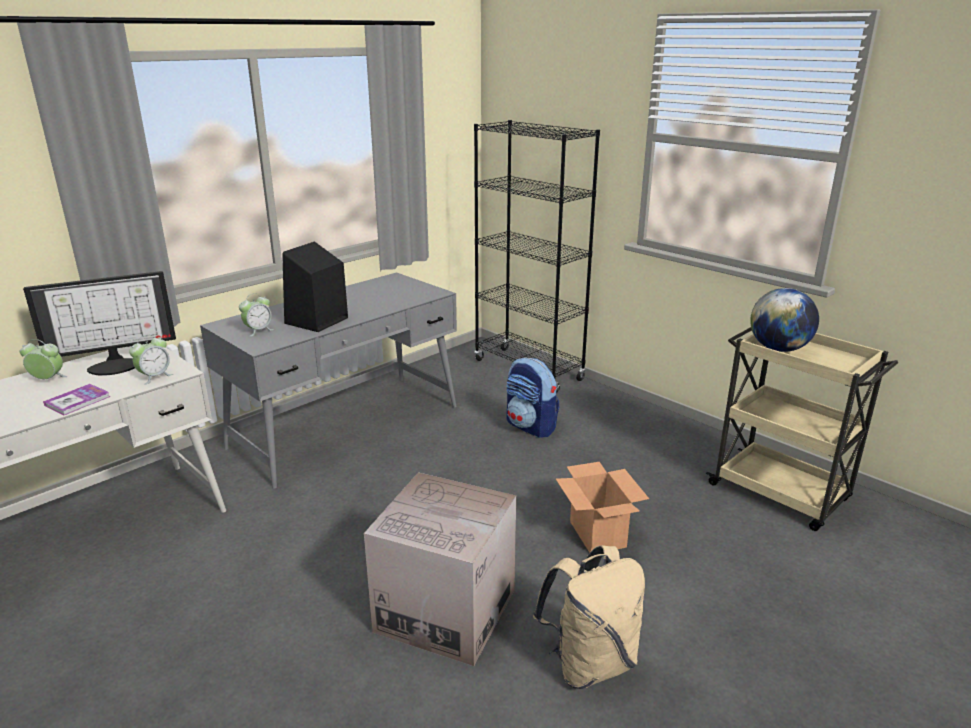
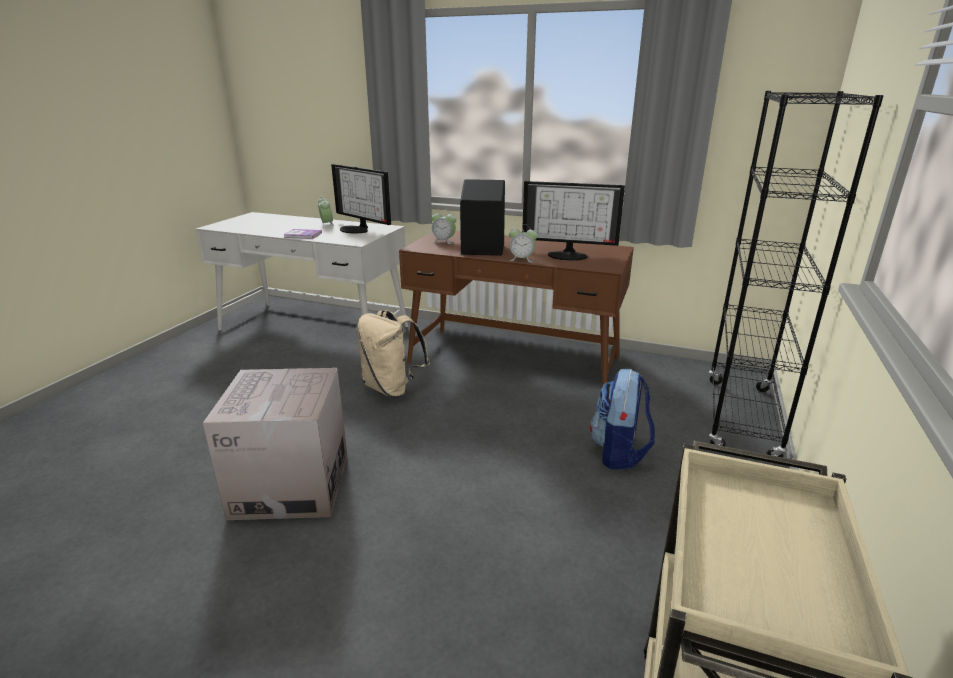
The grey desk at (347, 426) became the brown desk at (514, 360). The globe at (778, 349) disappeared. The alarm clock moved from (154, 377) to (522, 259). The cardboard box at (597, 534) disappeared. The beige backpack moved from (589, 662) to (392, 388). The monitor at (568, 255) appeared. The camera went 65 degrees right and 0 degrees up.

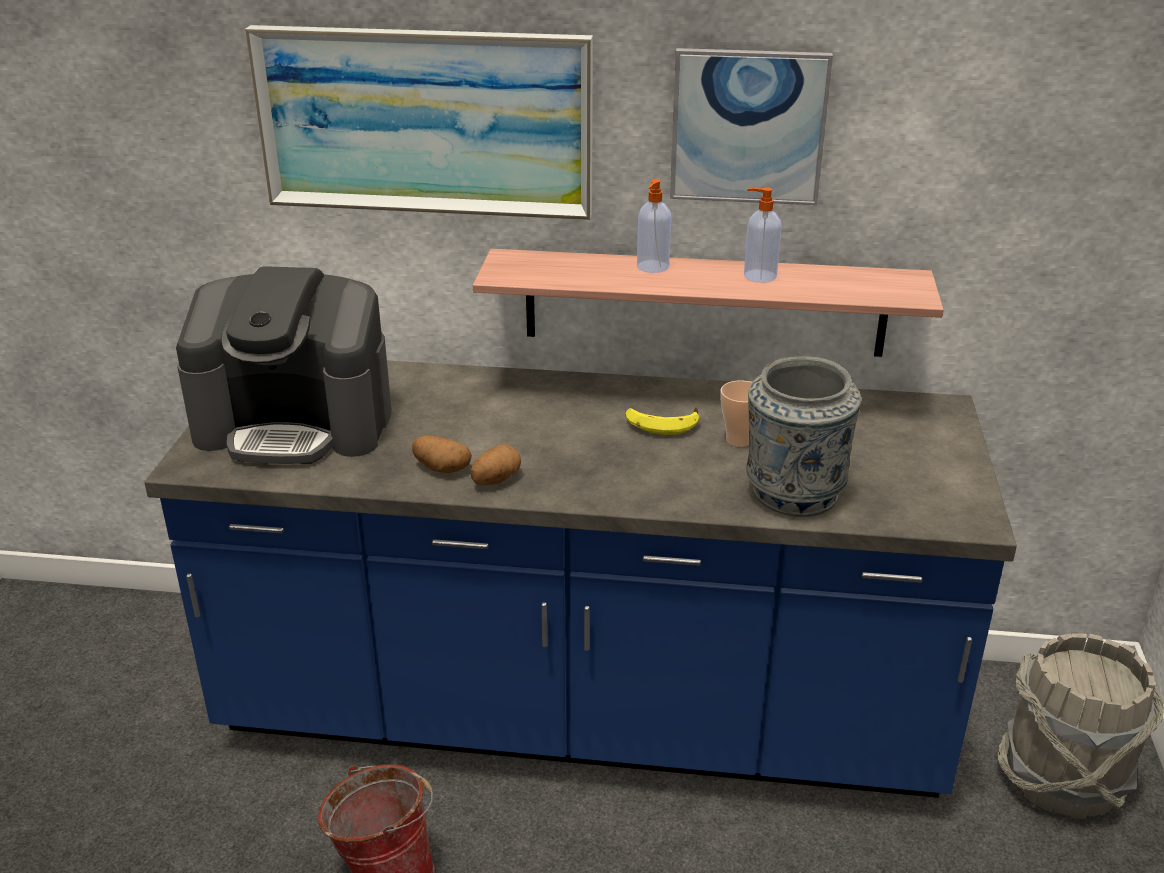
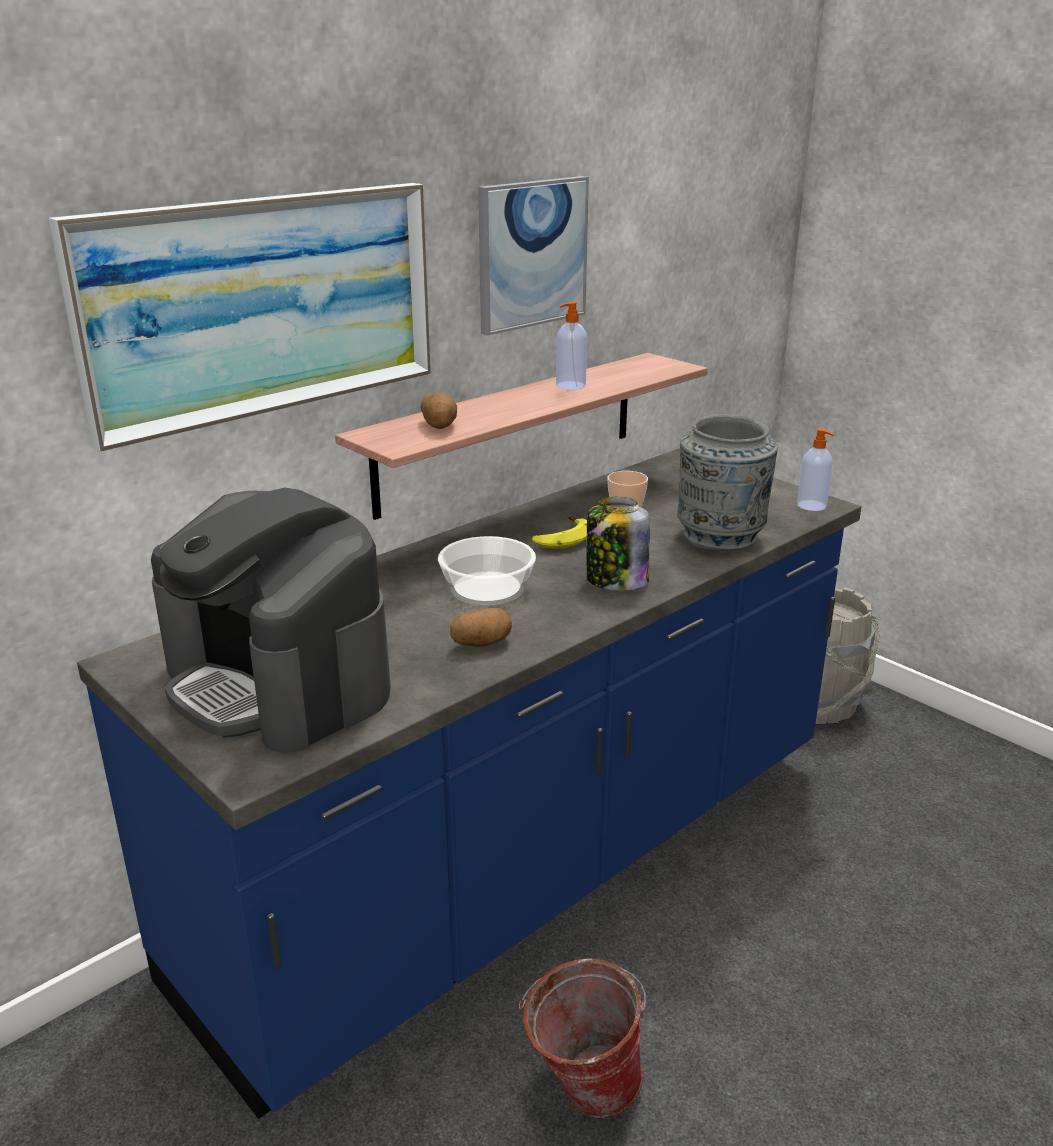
The soap dispenser moved from (652, 267) to (812, 506). The coffee machine at (296, 423) turned 90 degrees clockwise. The potato moved from (495, 480) to (440, 426). The jar at (615, 581) appeared. The bowl at (487, 588) appeared. The camera went 50 degrees left and 5 degrees down.

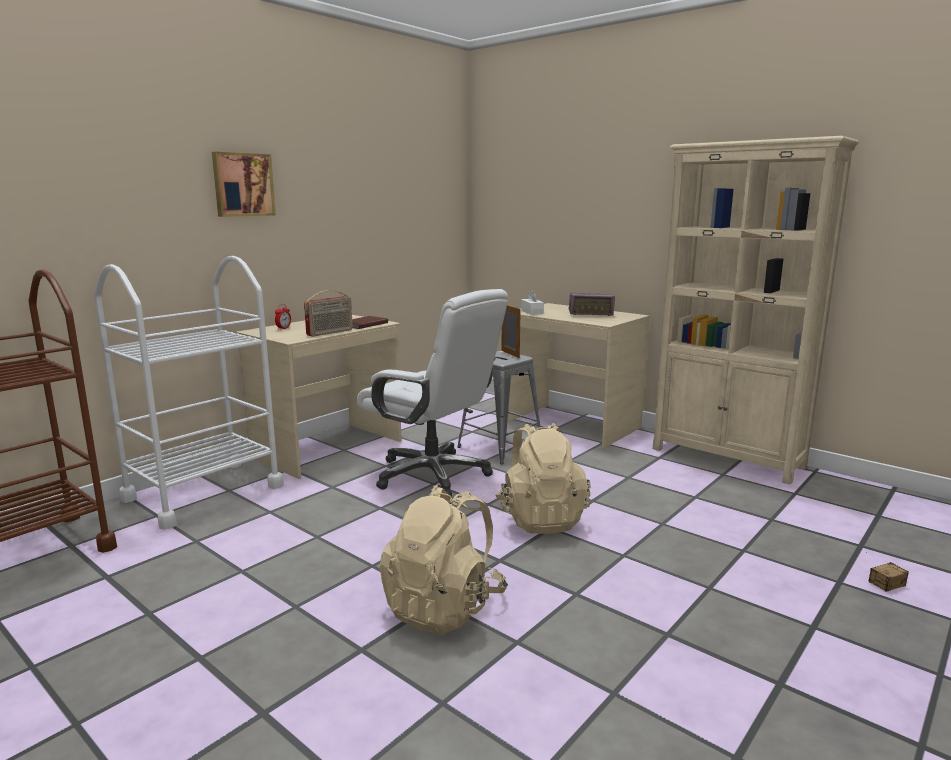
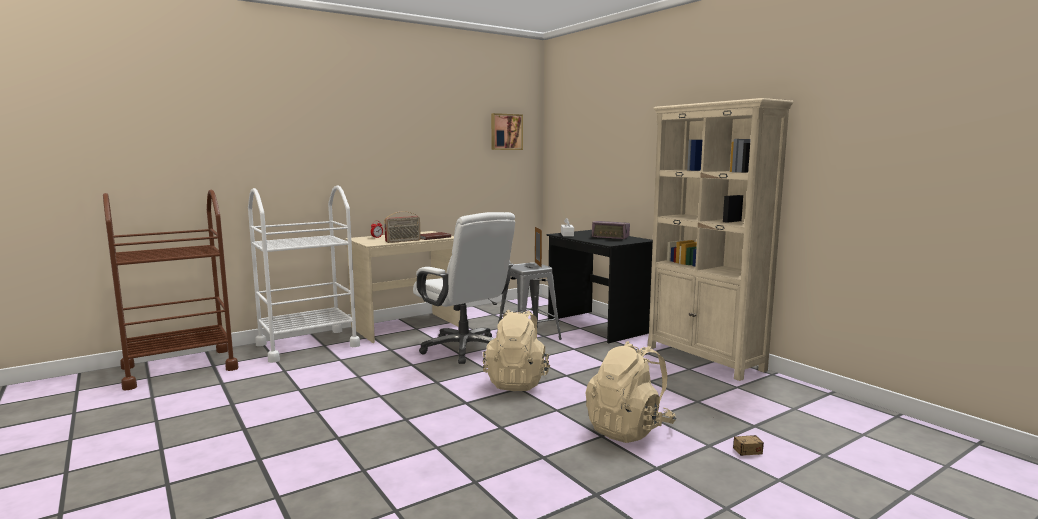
The picture moved from (243, 185) to (506, 132). The beige desk at (571, 424) became the black desk at (597, 326). The beige backpack moved from (444, 607) to (629, 429). The camera went 15 degrees right and 5 degrees down.

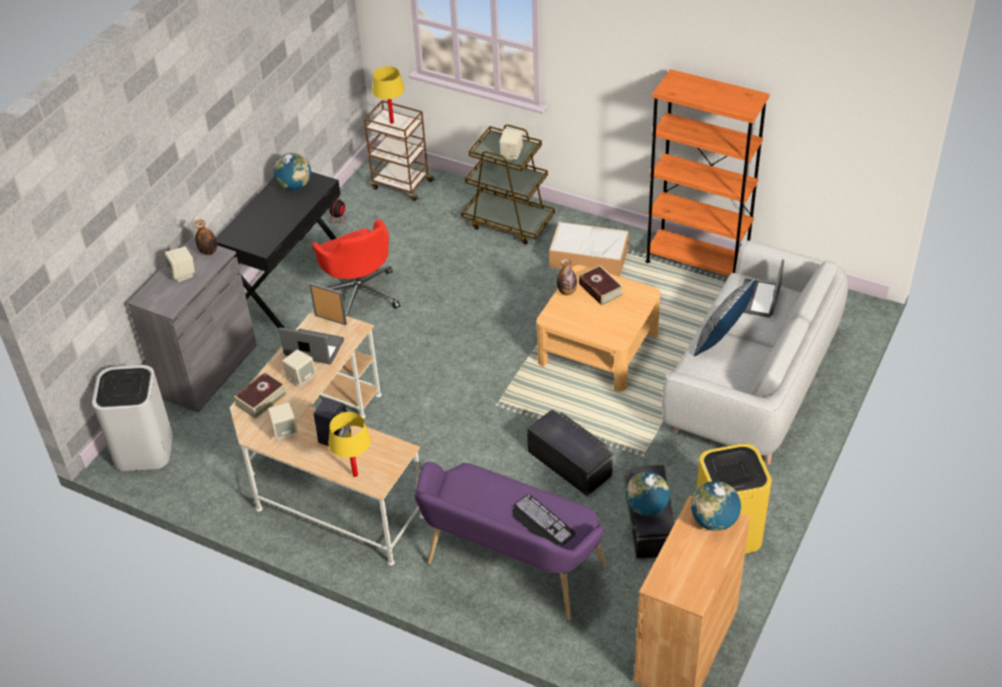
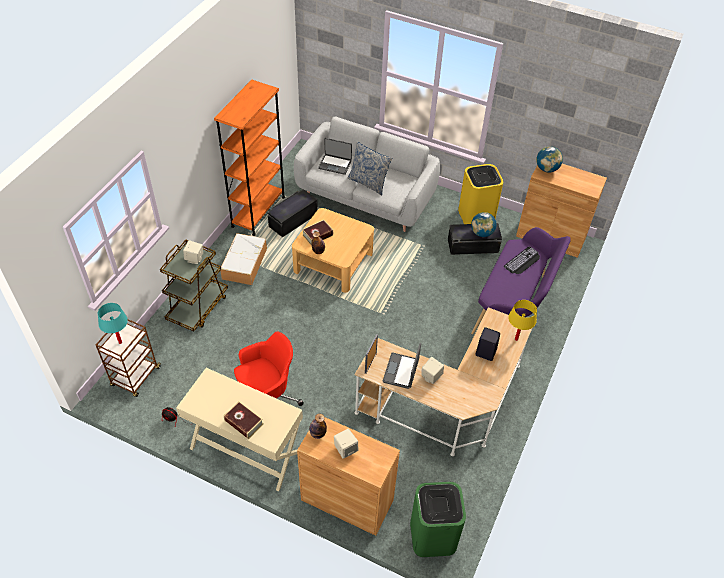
The yellow table lamp at (392, 122) became the turquoise table lamp at (120, 342). The globe at (294, 186) disappeared. The black desk at (289, 281) became the beige desk at (246, 450). The grey cabinet at (207, 370) became the brown cabinet at (347, 500). The white trash can at (143, 449) became the green trash can at (432, 535). The book moved from (261, 399) to (244, 422). The beige speaker at (285, 431) disappeared. The black storage box moved from (570, 463) to (292, 220). The camera went 95 degrees left and 5 degrees up.

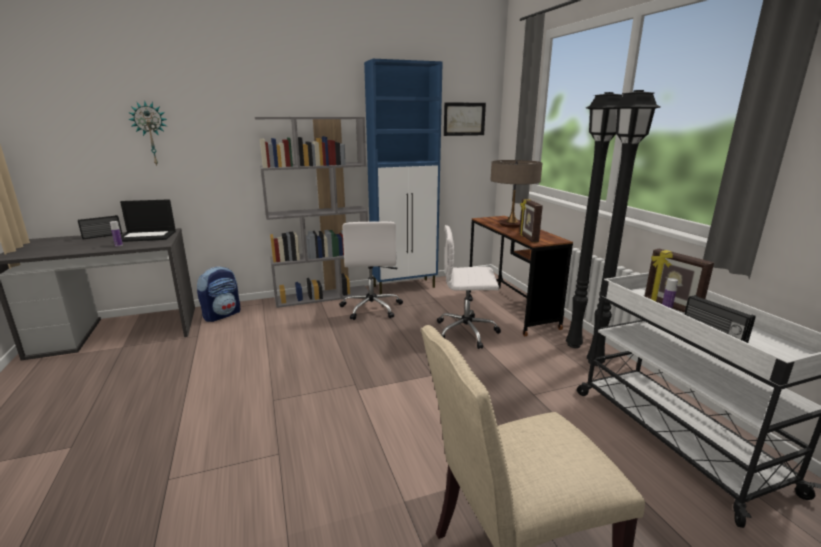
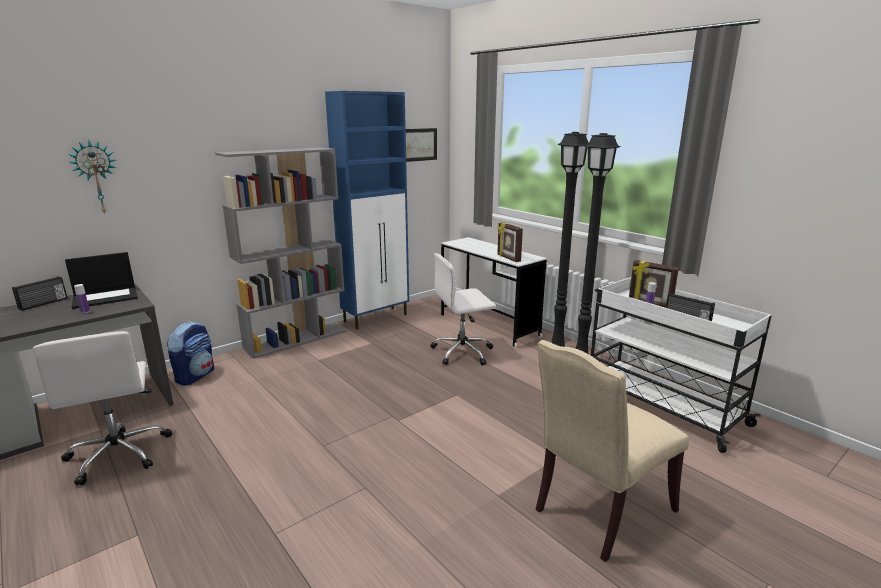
The table lamp at (511, 225) disappeared. The brown desk at (510, 309) became the white desk at (488, 325). The white office chair moved from (371, 308) to (119, 453). The camera went 20 degrees left and 0 degrees up.

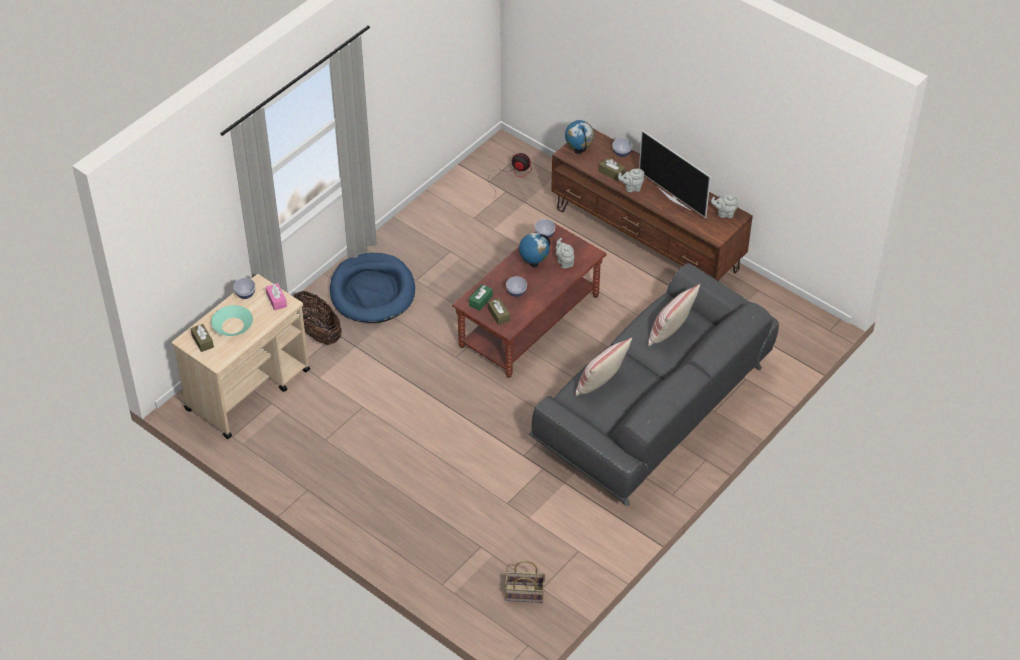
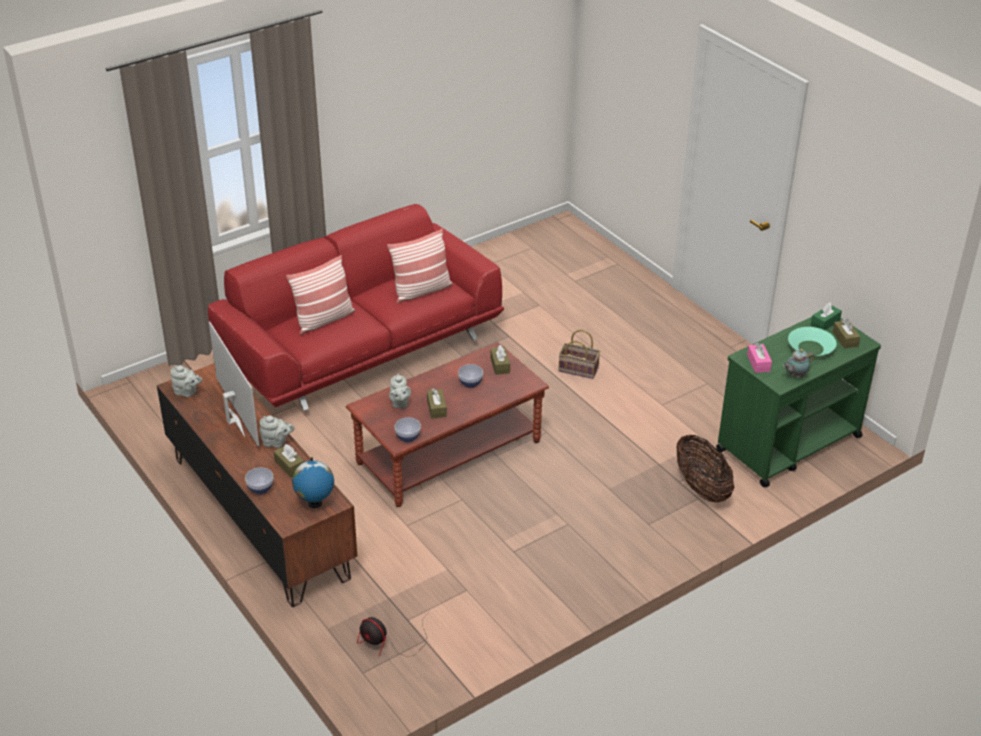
The globe at (533, 263) was replaced by the brown tissue box at (436, 408). The blue dog bed at (372, 291) disappeared. The grey sofa at (654, 410) became the red sofa at (361, 348). The beige cart at (249, 389) became the green cart at (787, 443). The bowl at (245, 294) was replaced by the teapot at (795, 375). The green tissue box moved from (480, 301) to (825, 323). The basket moved from (523, 594) to (579, 369). The camera went 165 degrees left and 10 degrees down.

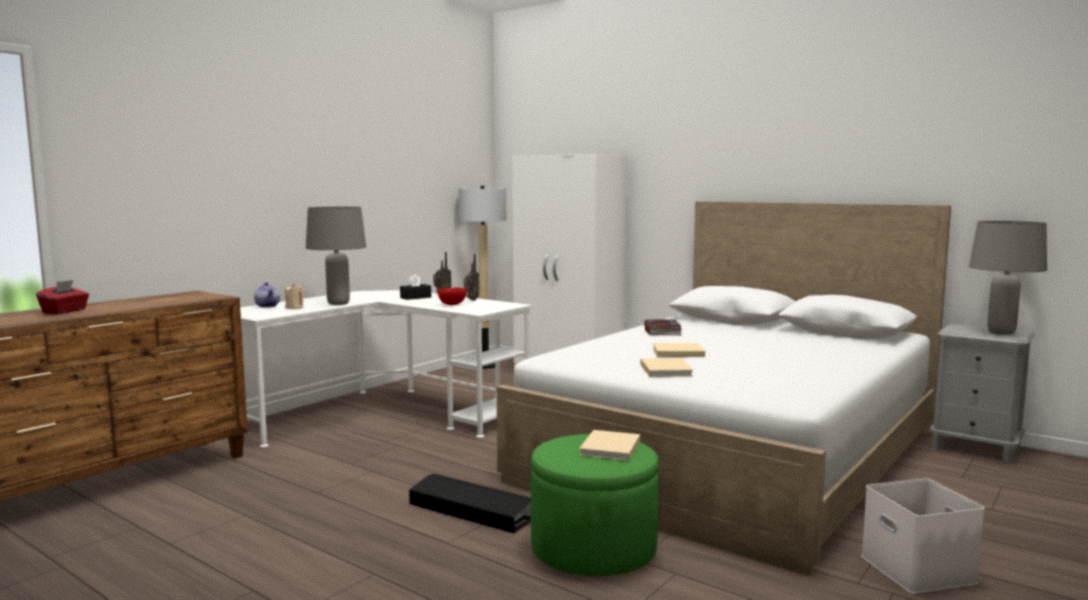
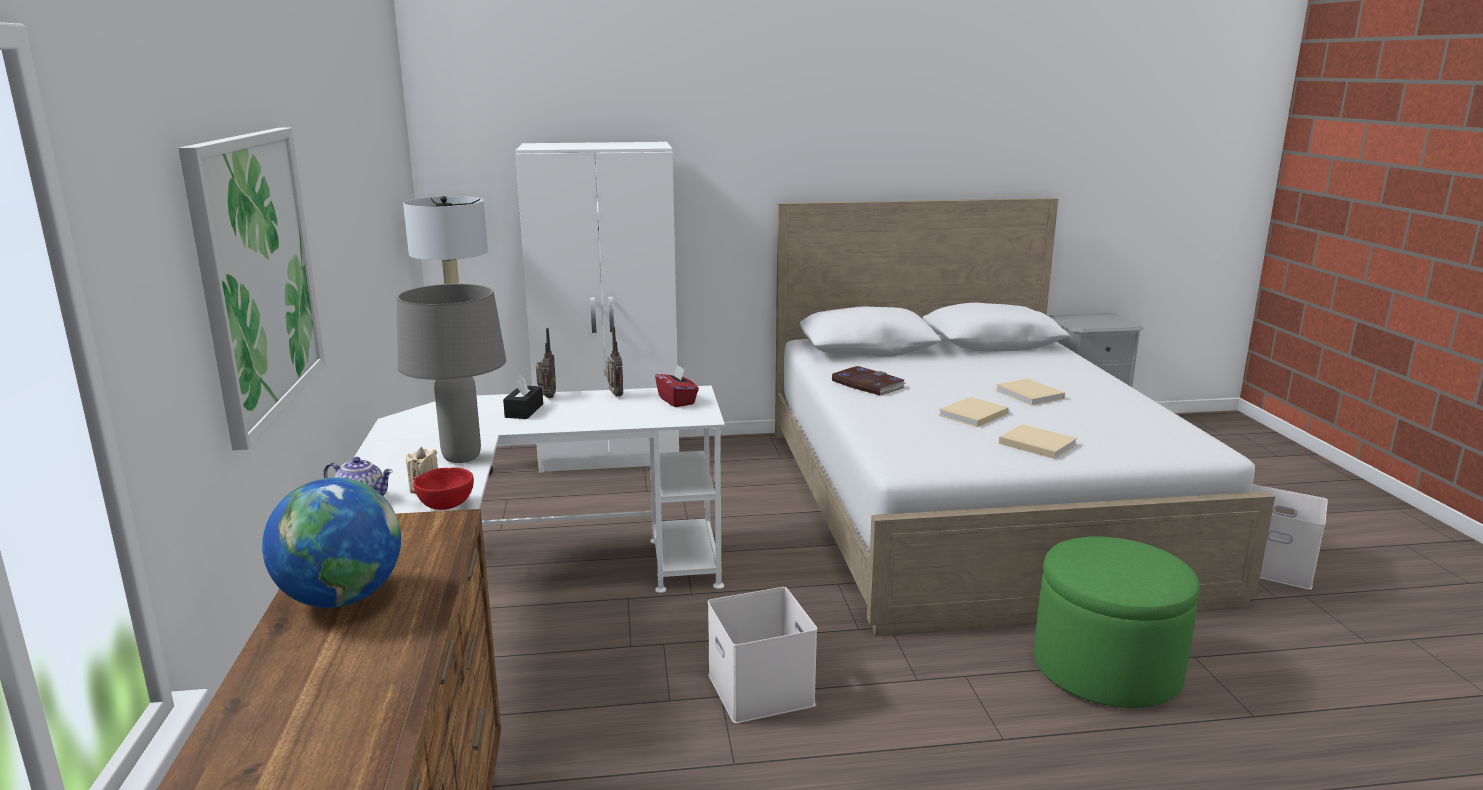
The grey table lamp at (1001, 332) disappeared. The red tissue box moved from (65, 311) to (677, 401). The red bowl moved from (452, 304) to (446, 506). The beige book moved from (609, 448) to (1030, 395). The black storage box at (472, 511) disappeared. The picture at (257, 275) appeared. The globe at (341, 598) appeared. The white storage box at (763, 690) appeared. The camera went 45 degrees left and 10 degrees up.

